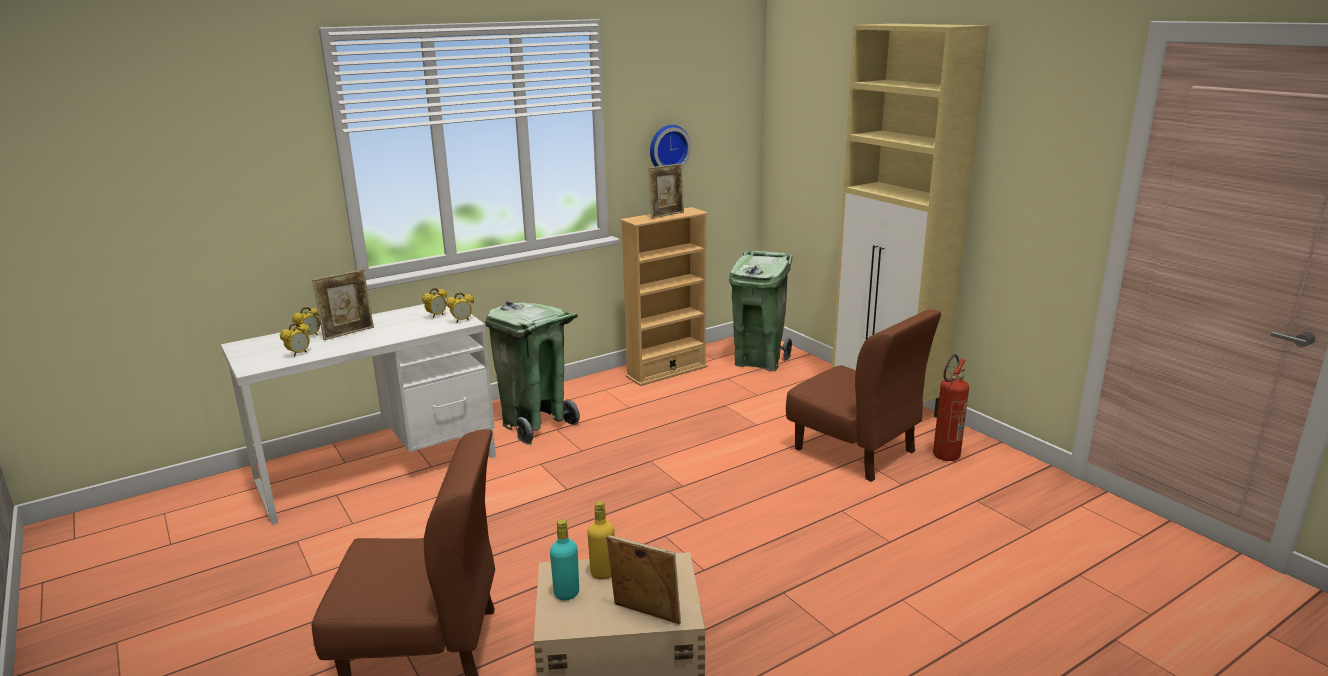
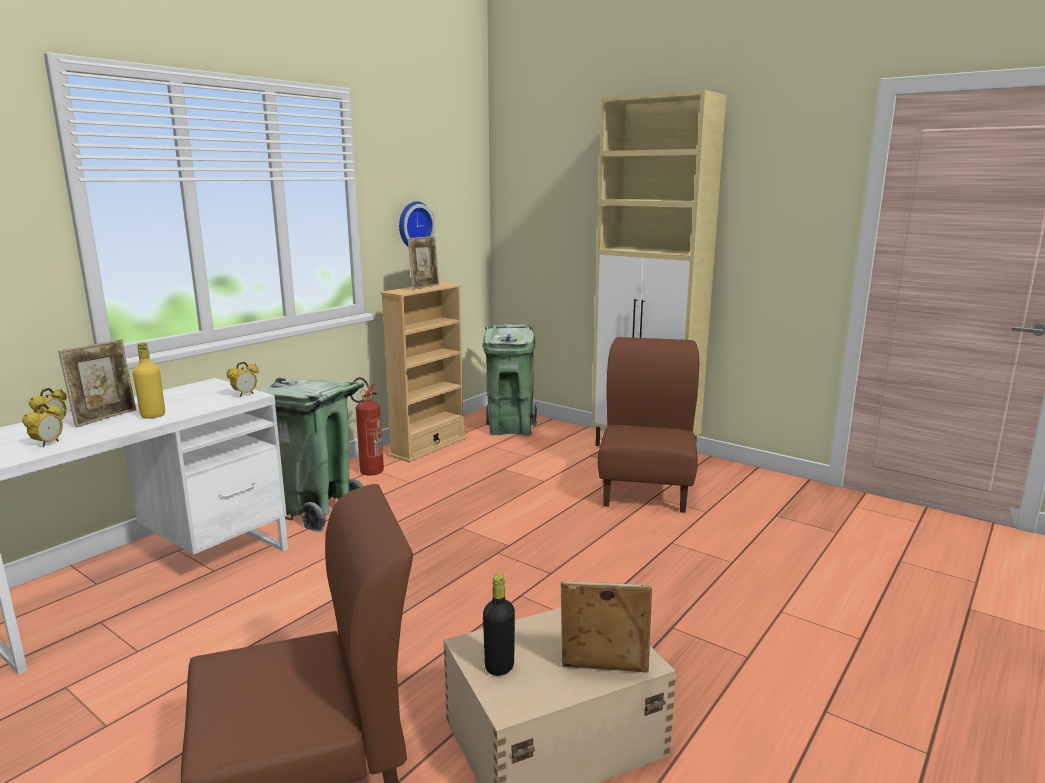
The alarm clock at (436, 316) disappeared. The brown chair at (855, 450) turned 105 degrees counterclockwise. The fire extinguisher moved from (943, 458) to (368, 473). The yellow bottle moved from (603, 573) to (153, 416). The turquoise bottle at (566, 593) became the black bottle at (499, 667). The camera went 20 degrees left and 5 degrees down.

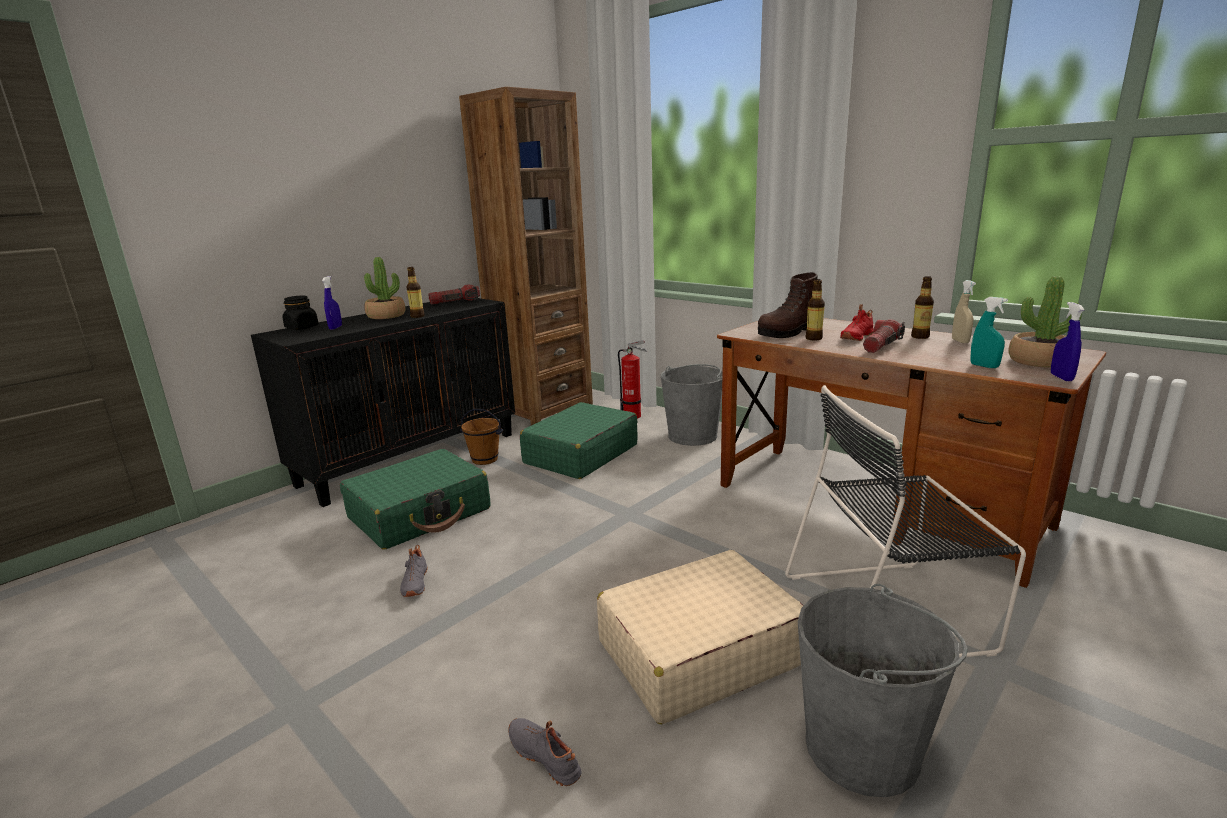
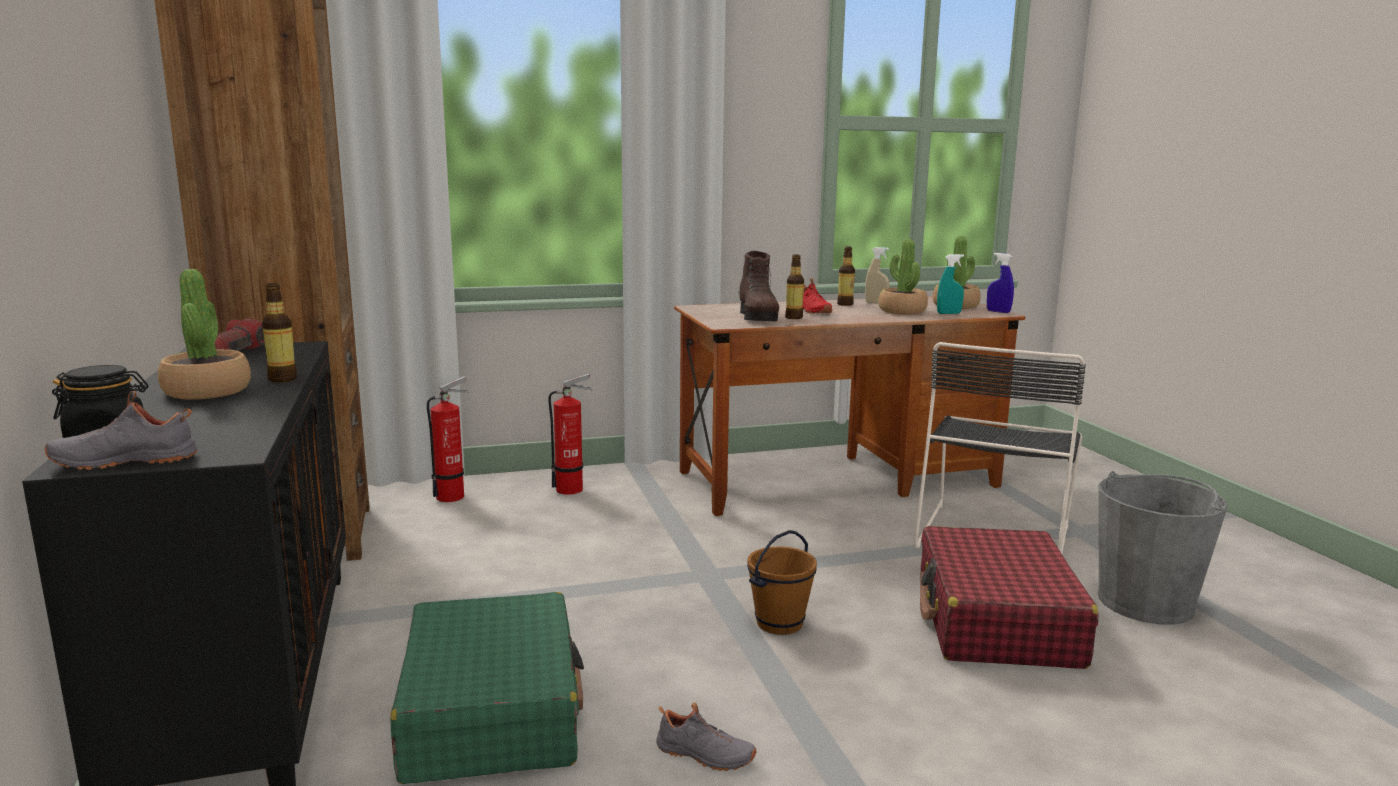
The blue spray bottle at (335, 327) disappeared. The flashlight at (881, 346) disappeared. The grey bucket at (693, 436) was replaced by the fire extinguisher at (573, 489). The green suitcase at (580, 454) disappeared. The brown bucket moved from (485, 459) to (779, 623). The beige suitcase at (698, 652) became the red suitcase at (996, 621). The grey shoe moved from (546, 755) to (126, 460). The potted plant at (902, 311) appeared. The camera went 60 degrees left and 5 degrees down.

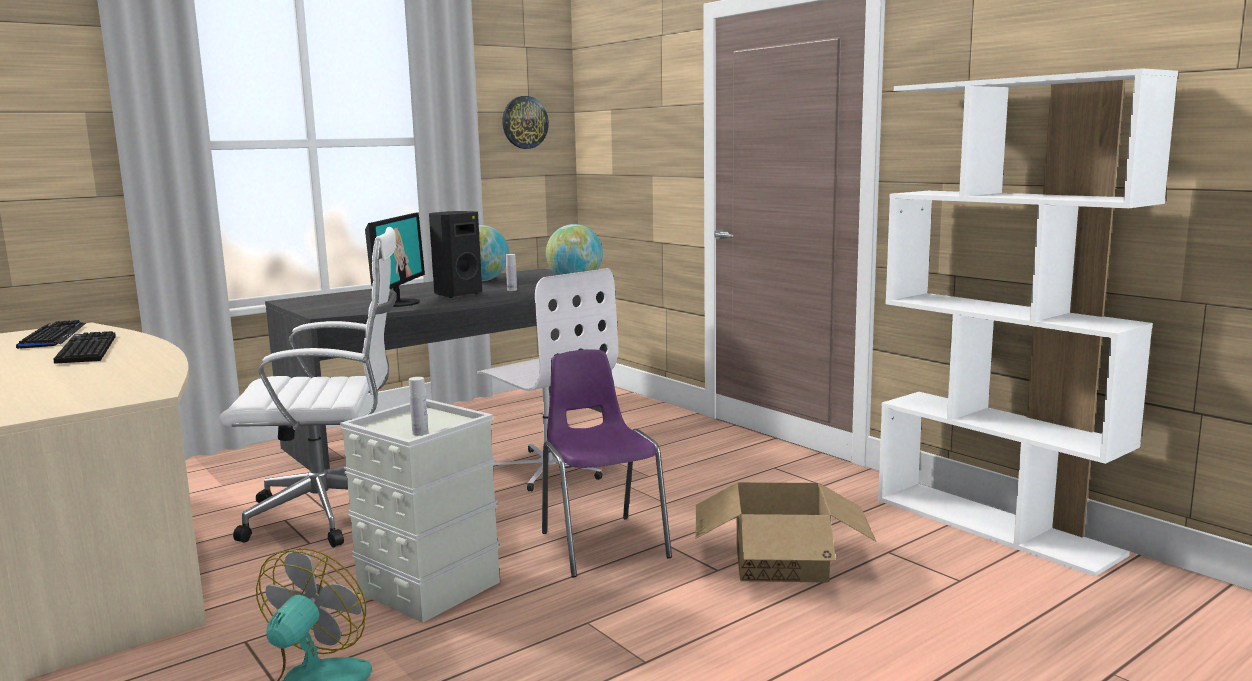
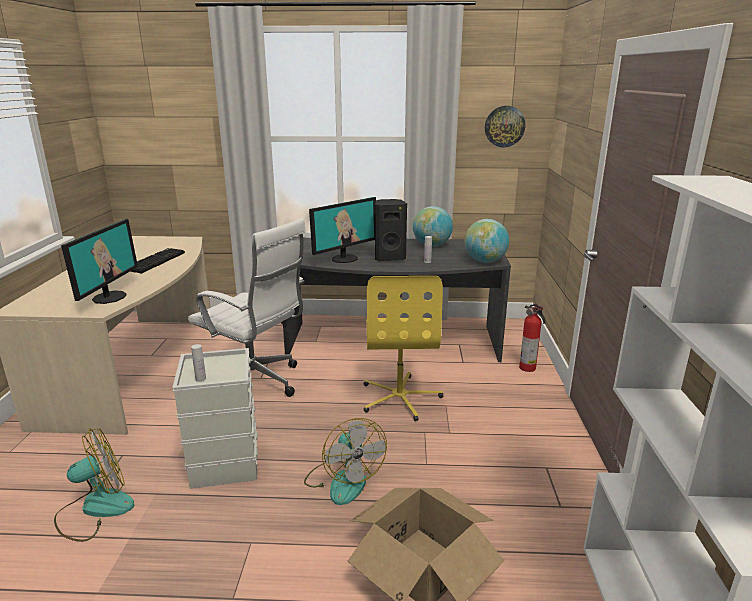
The white office chair at (549, 469) became the yellow office chair at (400, 397). The keyboard at (53, 336) disappeared. The purple chair at (602, 544) was replaced by the fan at (343, 480). The monitor at (109, 297) appeared. The fire extinguisher at (528, 368) appeared. The camera went 40 degrees right and 10 degrees up.

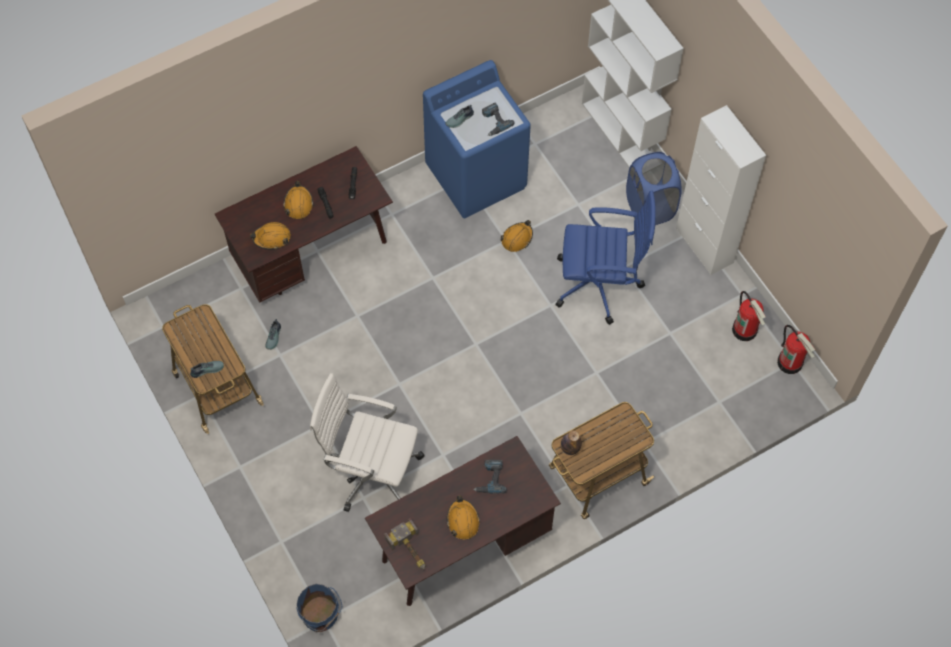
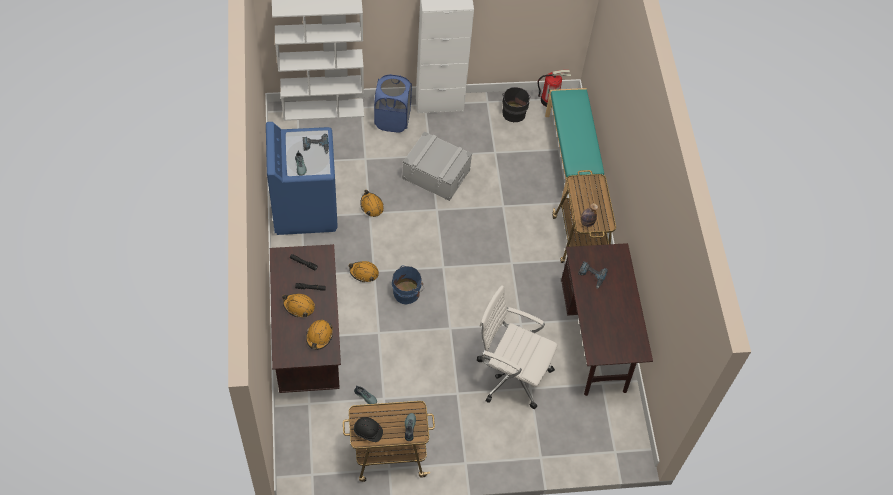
The blue office chair at (600, 284) was replaced by the grey storage box at (436, 174). The fire extinguisher at (745, 330) was replaced by the black bucket at (514, 112). The white office chair at (371, 470) turned 75 degrees clockwise. The orange hard hat moved from (462, 520) to (364, 273). The hammer at (411, 551) disappeared. The blue bucket moved from (321, 615) to (407, 292). The turquoise bench at (571, 157) appeared. The black hard hat at (368, 432) appeared. The camera went 70 degrees left and 5 degrees down.

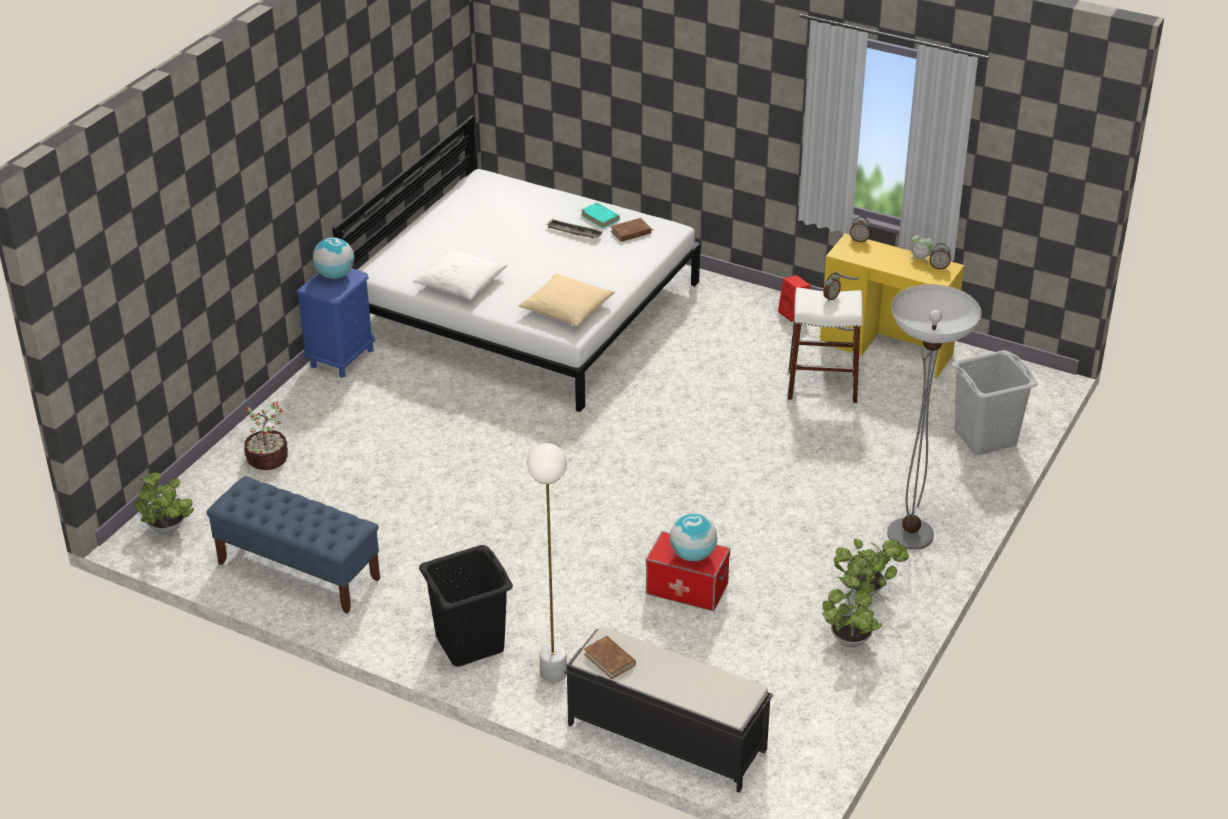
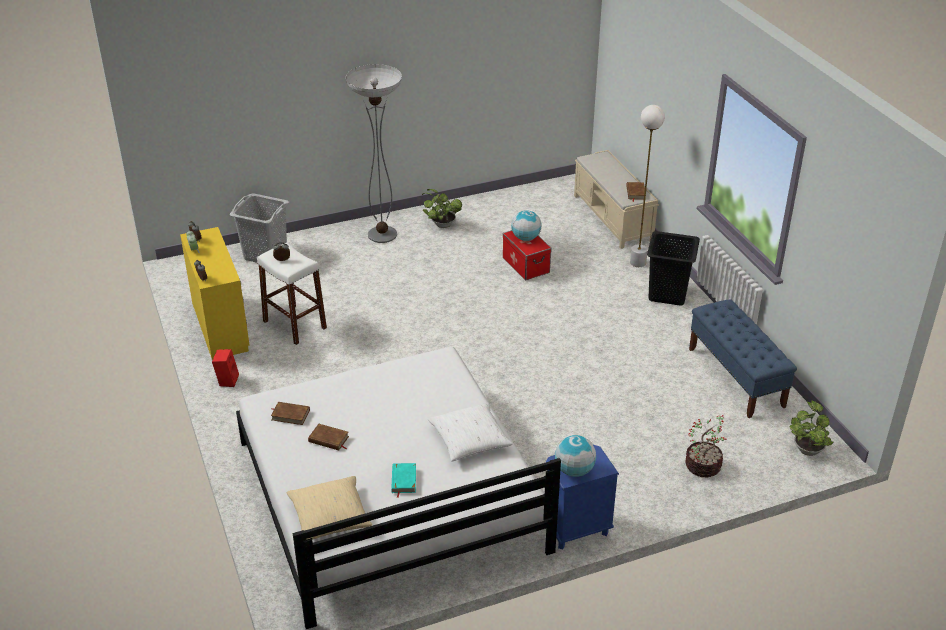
The turquoise book moved from (600, 217) to (403, 480). The tray at (574, 232) was replaced by the brown book at (328, 439). The beige pillow moved from (567, 309) to (329, 517). The potted plant at (849, 638) disappeared. The black bench at (665, 736) became the beige bench at (613, 218). The camera went 140 degrees left and 0 degrees up.

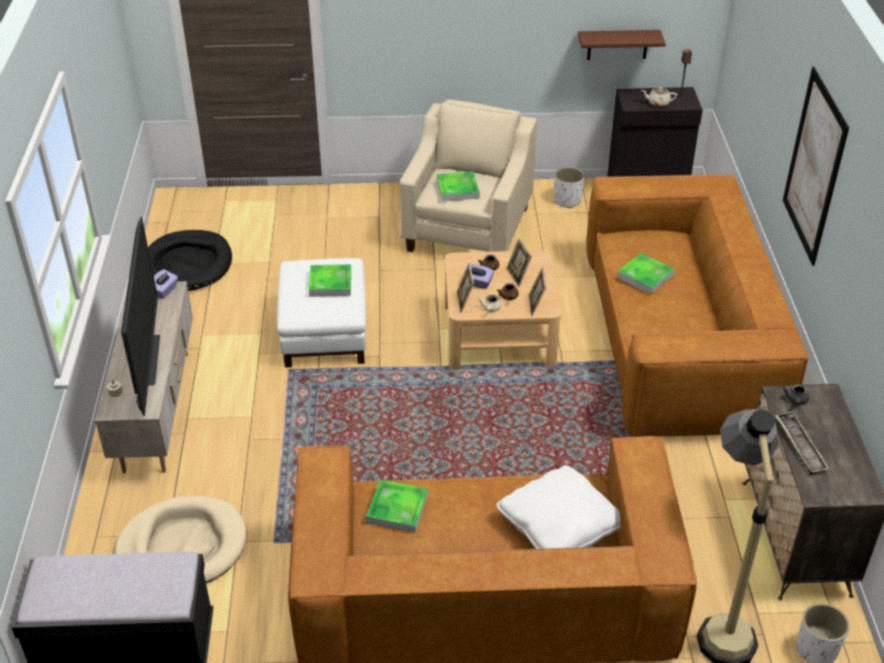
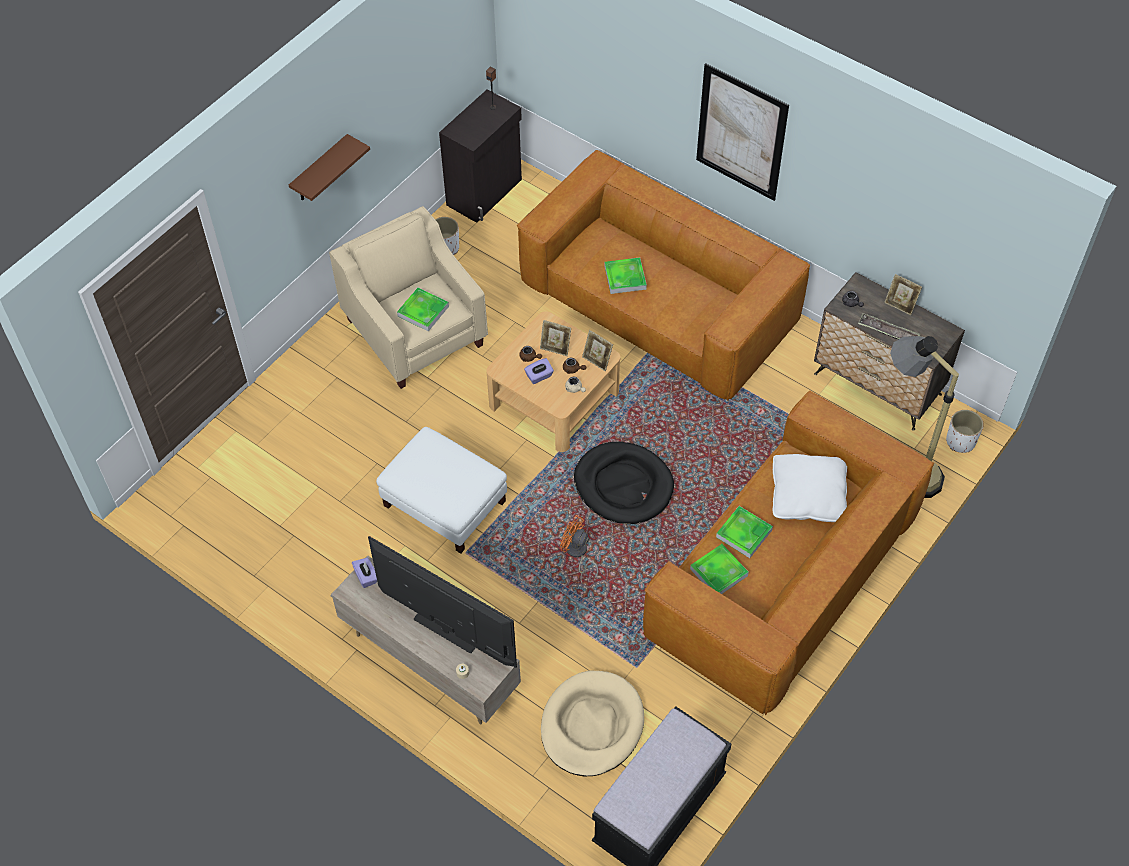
The brown shelf moved from (617, 44) to (320, 170). The beige teapot at (658, 103) disappeared. The black dog bed moved from (188, 264) to (623, 485). The picture frame moved from (464, 302) to (900, 305). The tray moved from (330, 283) to (744, 533). The orange fan at (577, 553) appeared. The camera went 50 degrees left and 15 degrees up.

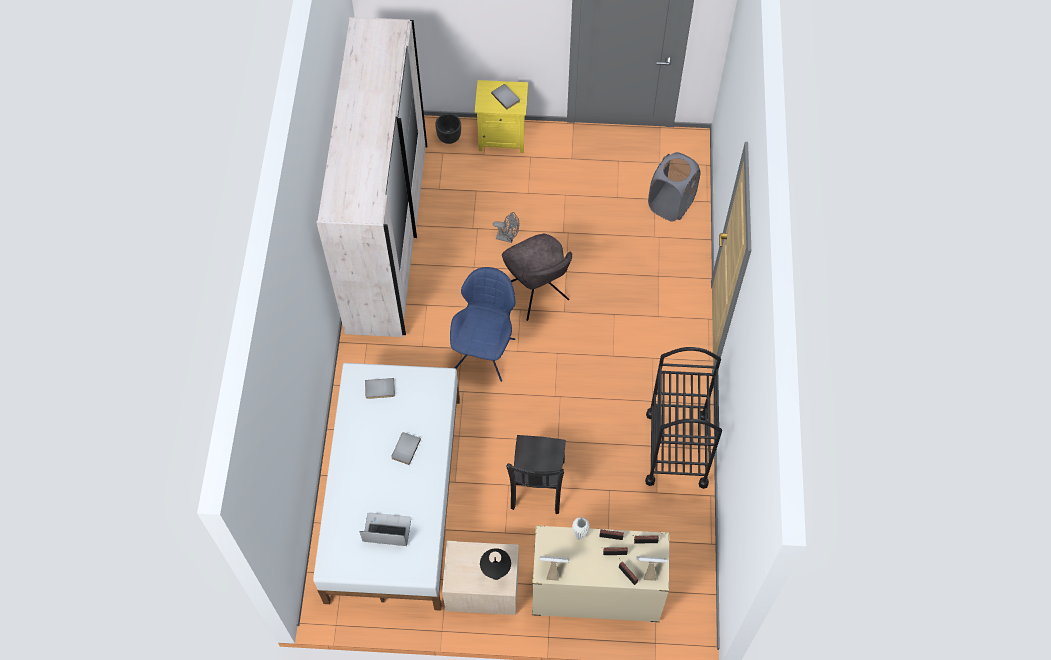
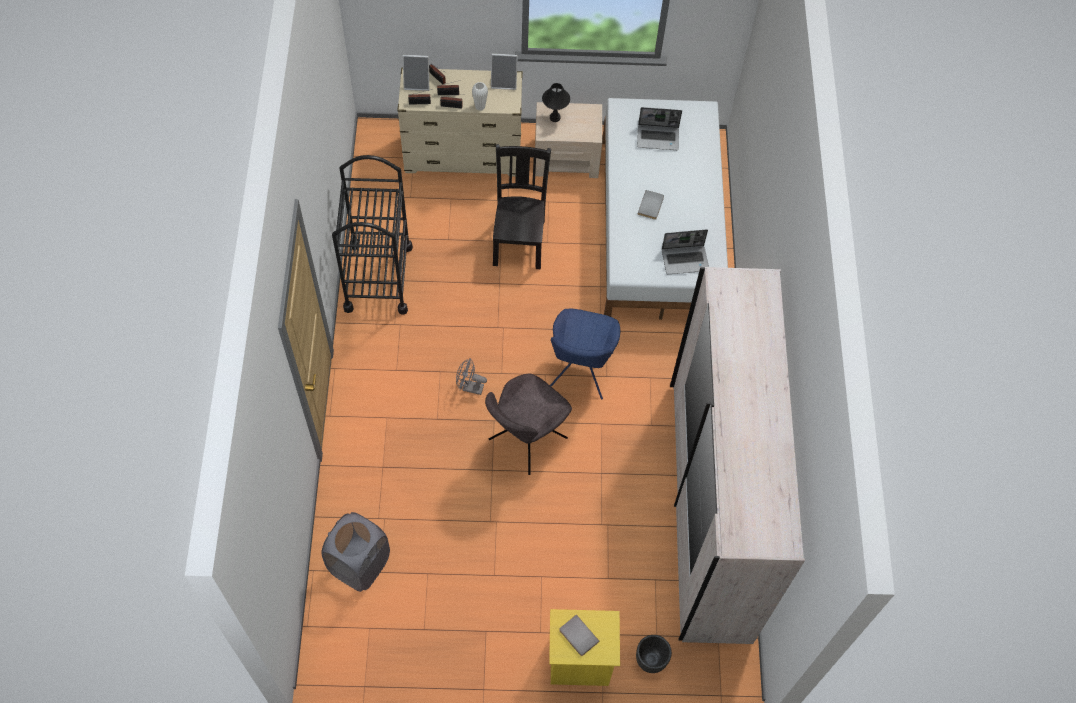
The grey fan moved from (508, 237) to (469, 387). The grey chair at (537, 294) turned 105 degrees counterclockwise. The grey book at (380, 390) was replaced by the laptop at (685, 260). The camera went 175 degrees right and 0 degrees up.

